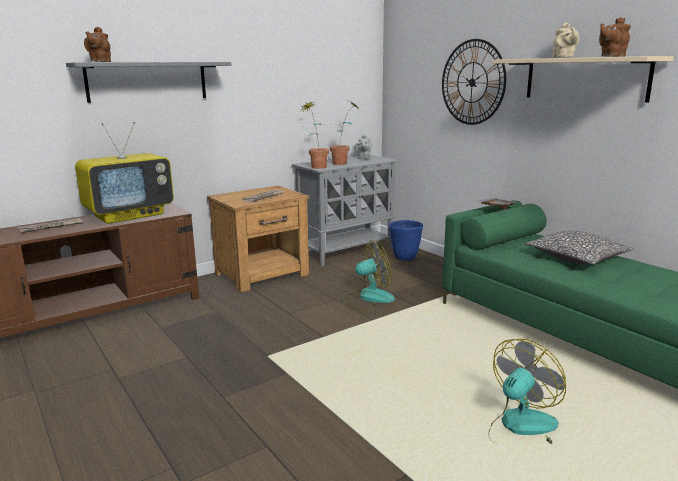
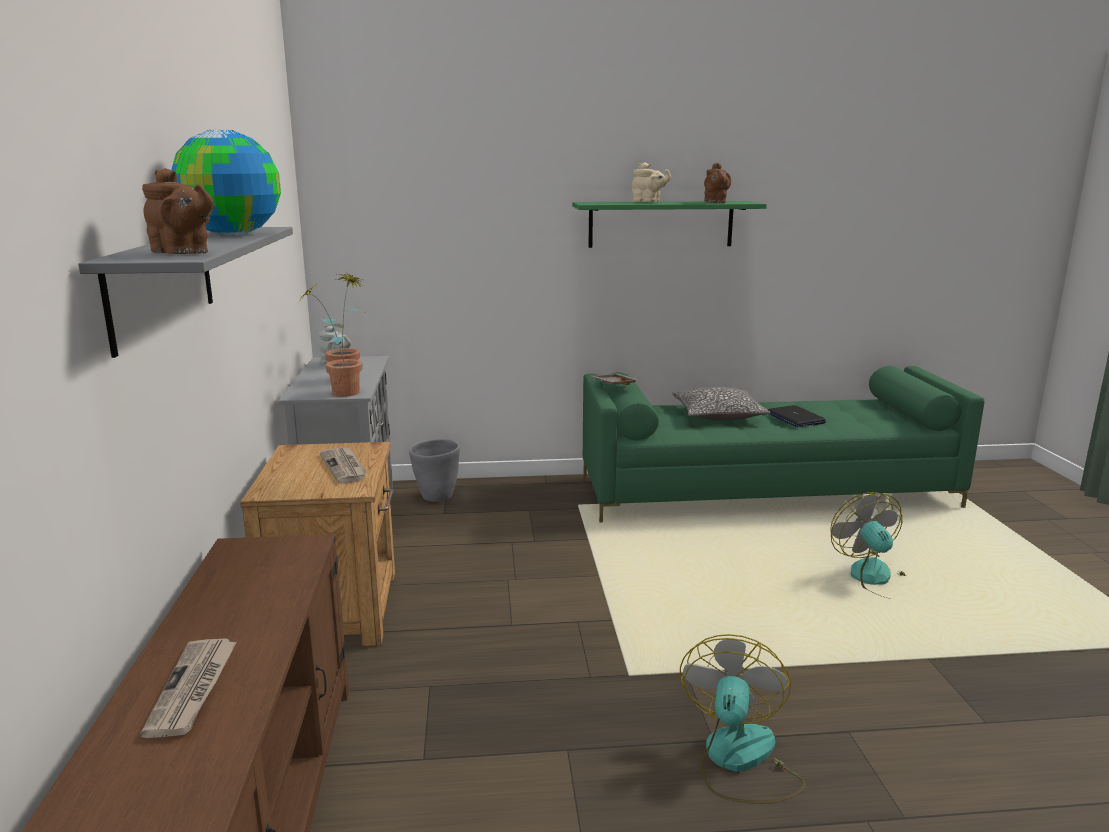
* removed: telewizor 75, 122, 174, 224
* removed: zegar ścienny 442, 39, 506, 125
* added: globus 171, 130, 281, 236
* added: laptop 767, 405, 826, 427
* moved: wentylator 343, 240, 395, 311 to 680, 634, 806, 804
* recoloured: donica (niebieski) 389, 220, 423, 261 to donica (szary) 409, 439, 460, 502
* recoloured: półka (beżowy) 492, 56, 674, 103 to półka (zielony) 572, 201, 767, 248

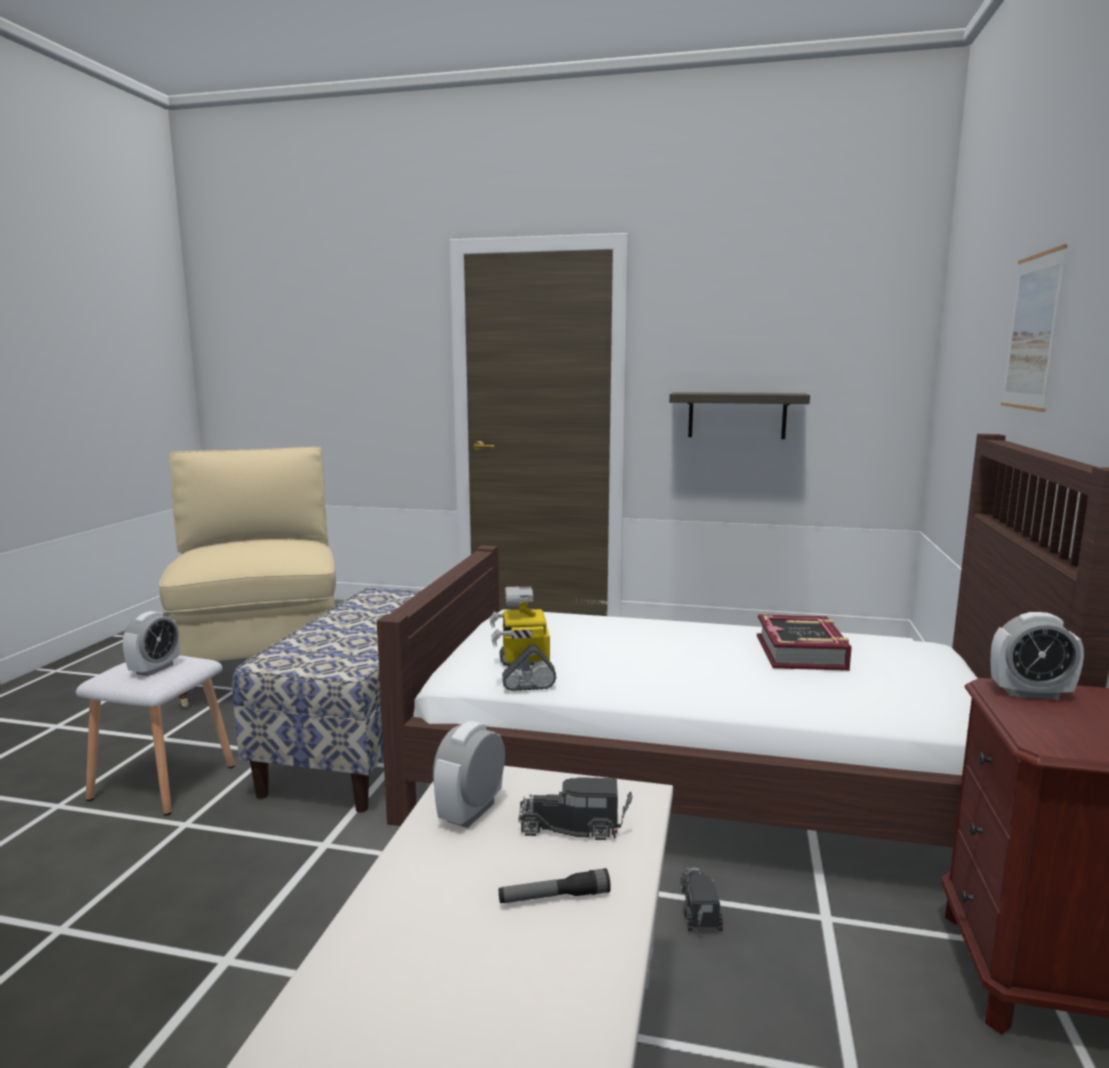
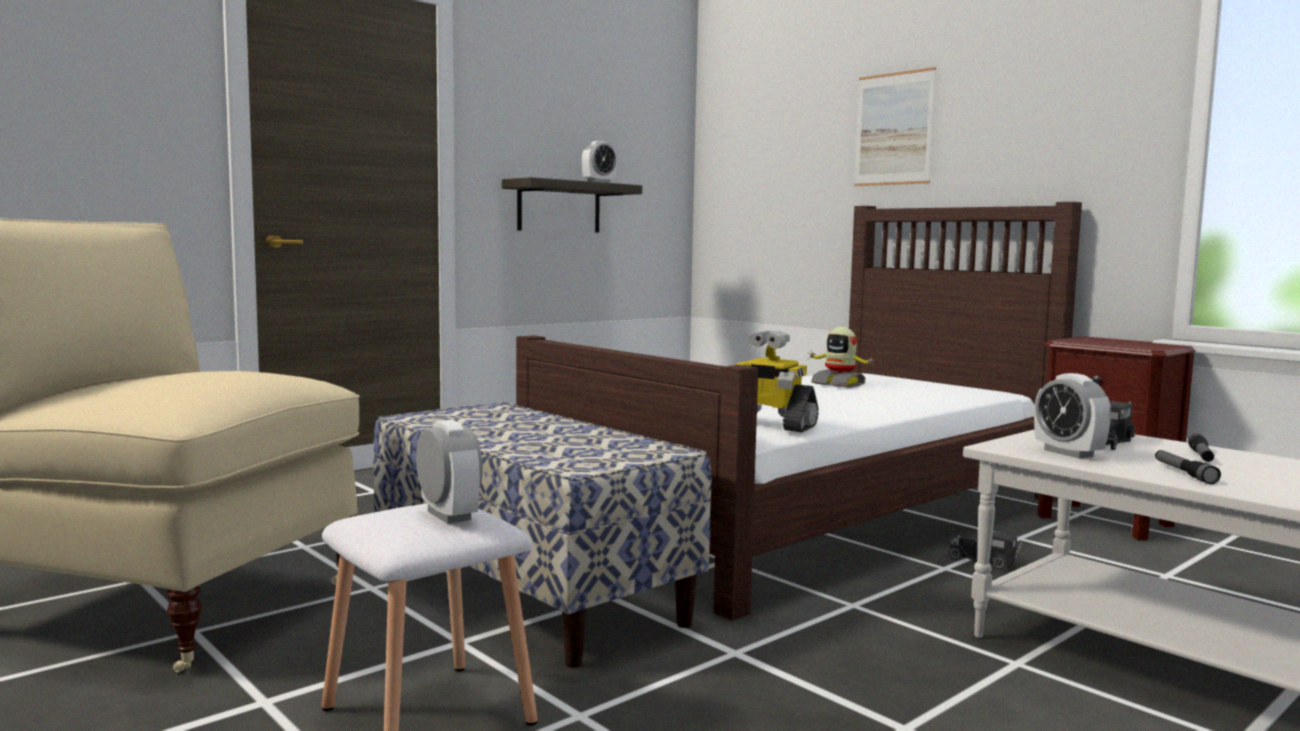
* added: latarka 1155, 450, 1221, 484
* moved: budzik 991, 612, 1084, 700 to 582, 141, 617, 183
* replaced: książka 757, 615, 852, 671 to robot zabawkowy 808, 327, 877, 388

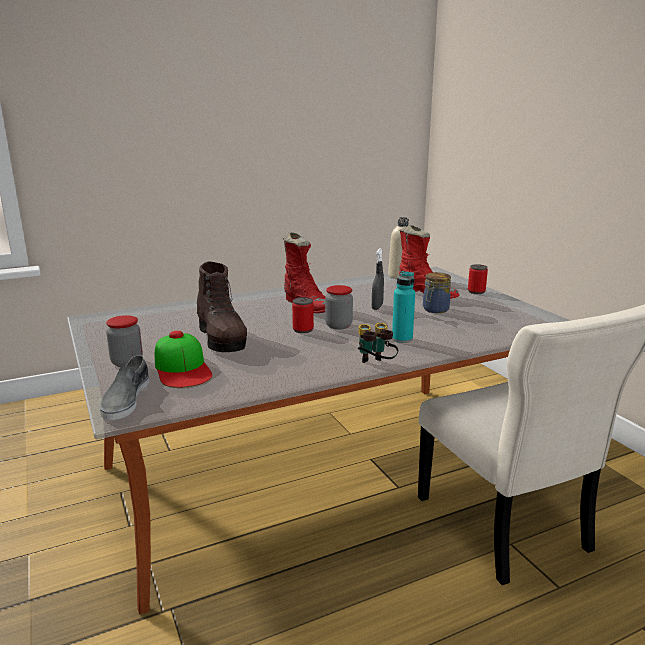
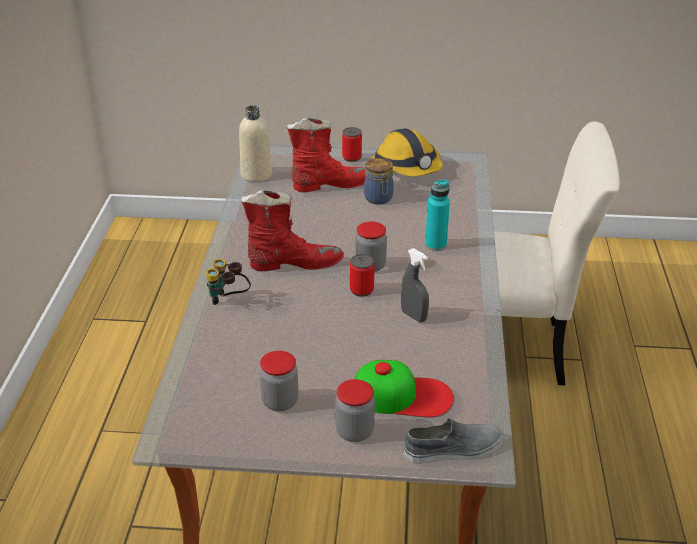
* removed: but z cholewką (brązowy) 197, 262, 247, 352
* added: słoik 259, 351, 298, 411
* added: kask 371, 128, 443, 177
* moved: lornetka 358, 323, 398, 363 to 206, 259, 251, 305
* moved: spryskiwacz (szary) 372, 248, 384, 310 to 401, 248, 429, 322
* turned: but (szary) 100, 355, 149, 420 = 404, 418, 504, 463 45 degrees counterclockwise

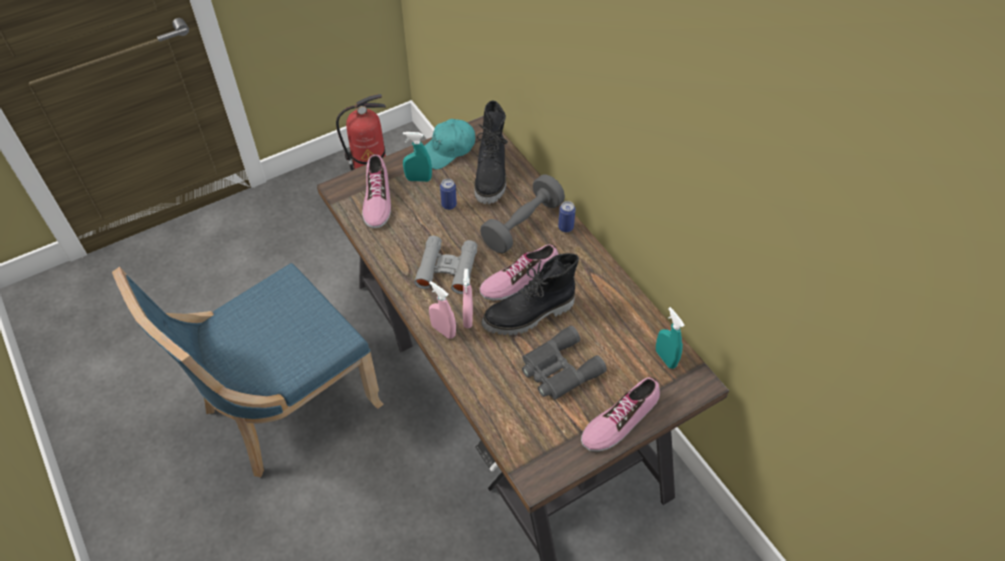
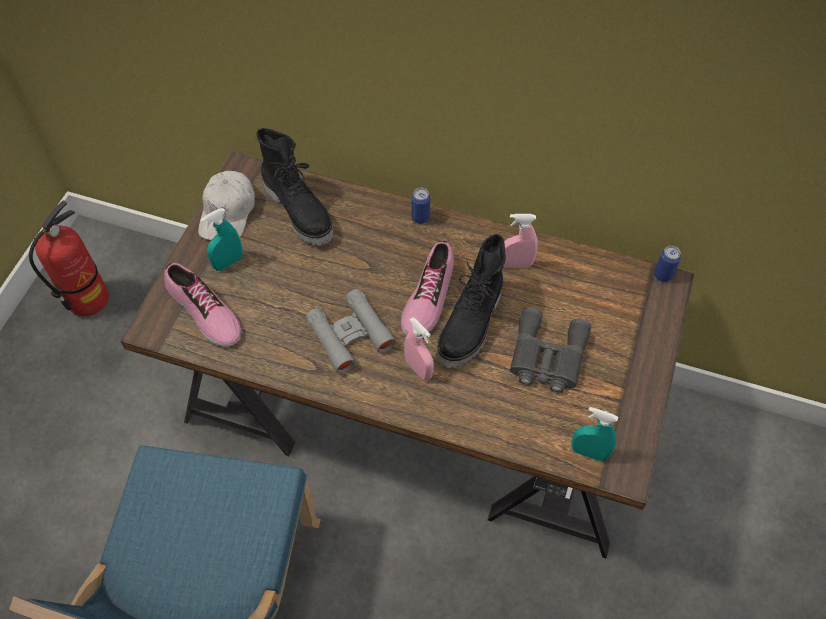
* removed: hantel (szary) 480, 175, 565, 254
* removed: but 581, 377, 660, 452
* moved: spryskiwacz (różowy) 429, 281, 456, 339 to 503, 214, 538, 268
* moved: puszka 440, 179, 457, 210 to 654, 246, 681, 282
* moved: spryskiwacz (turkusowy) 656, 307, 685, 369 to 571, 407, 618, 461
* recoloured: czapka z daszkiem (turkusowy) 424, 119, 475, 169 to czapka z daszkiem (biały) 198, 171, 255, 240

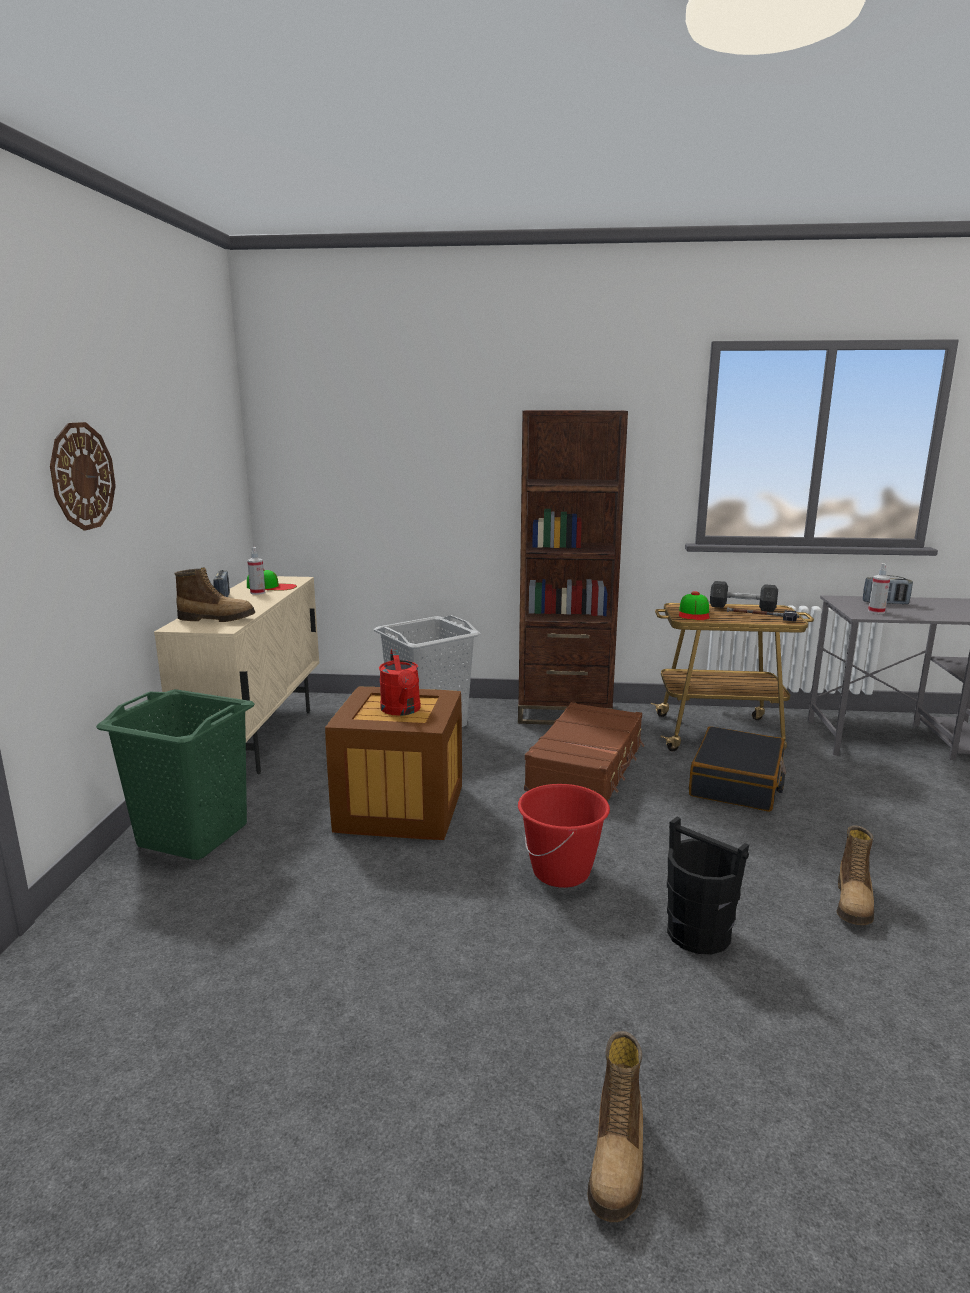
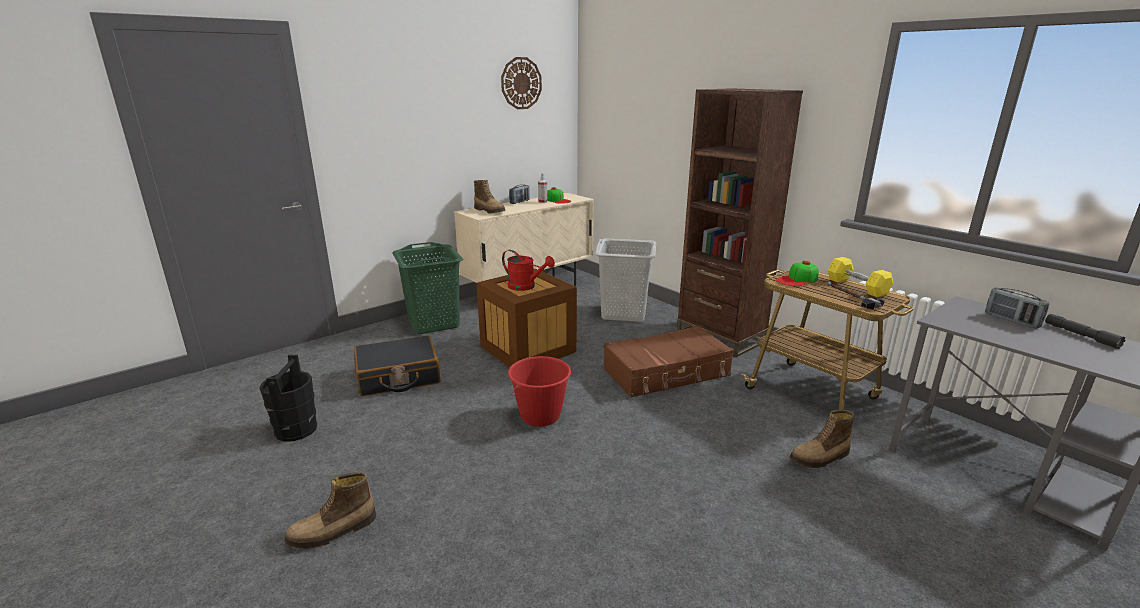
* removed: spryskiwacz 868, 563, 890, 614
* added: latarka (szary) 1045, 314, 1125, 349
* moved: zegar ścienny 50, 422, 116, 531 to 501, 57, 542, 109
* moved: wiadro (czarny) 667, 817, 749, 955 to 260, 355, 317, 441
* moved: walizka (czarny) 689, 726, 786, 812 to 354, 335, 441, 396
* moved: but z cholewką 837, 826, 874, 925 to 790, 410, 855, 468
* recoloured: hantel (szary) 710, 581, 778, 612 to hantel (żółty) 828, 257, 893, 297
* turned: konewka (czerwony) 379, 649, 421, 716 = 502, 250, 555, 291 90 degrees counterclockwise

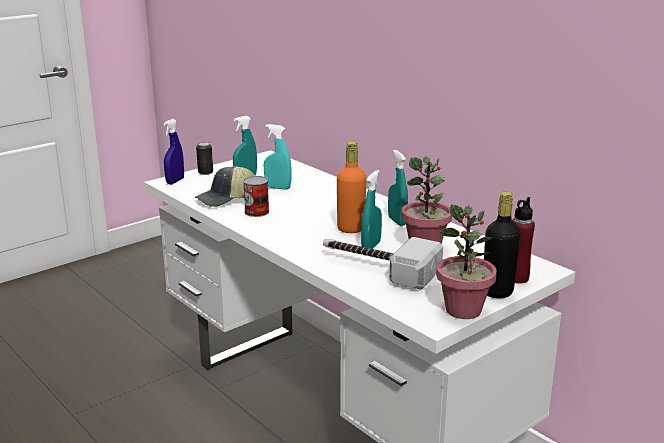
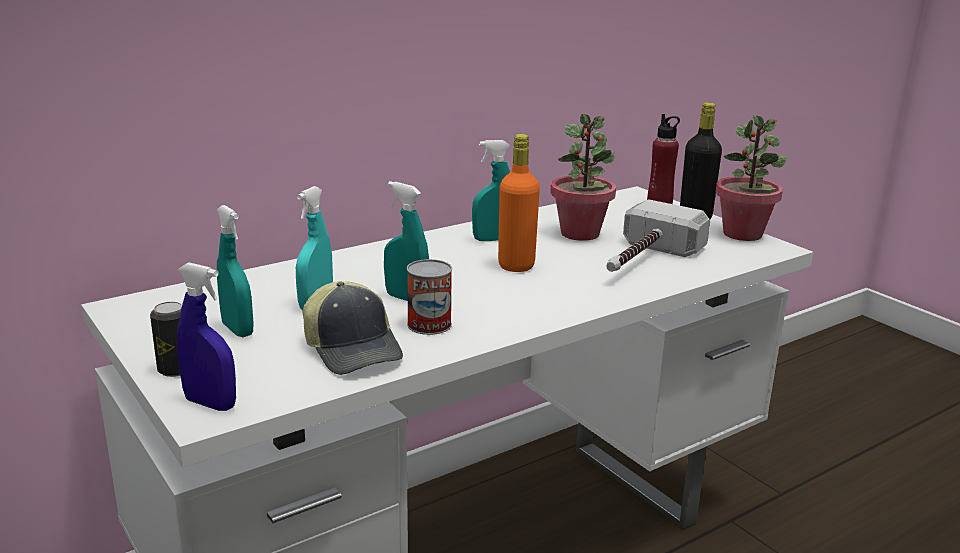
* moved: spryskiwacz (turkusowy) 361, 170, 382, 249 to 384, 181, 429, 301

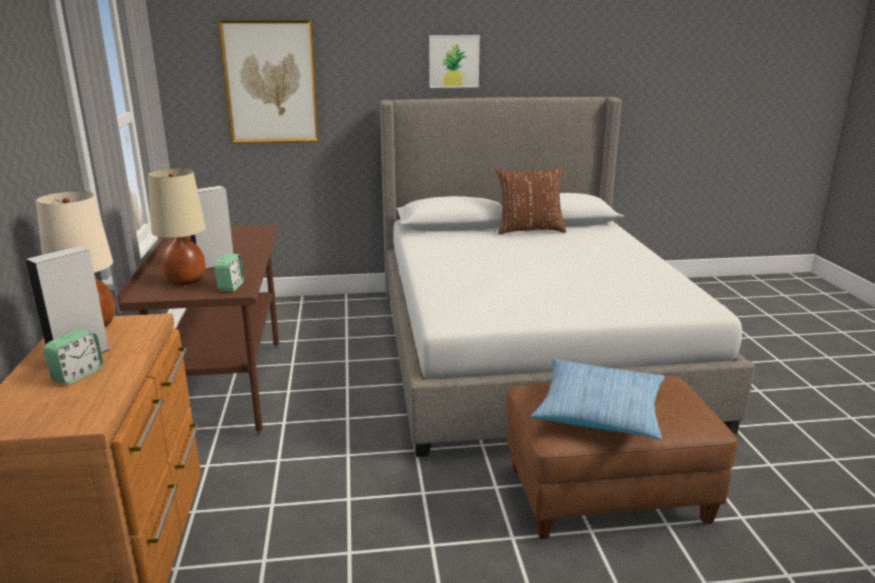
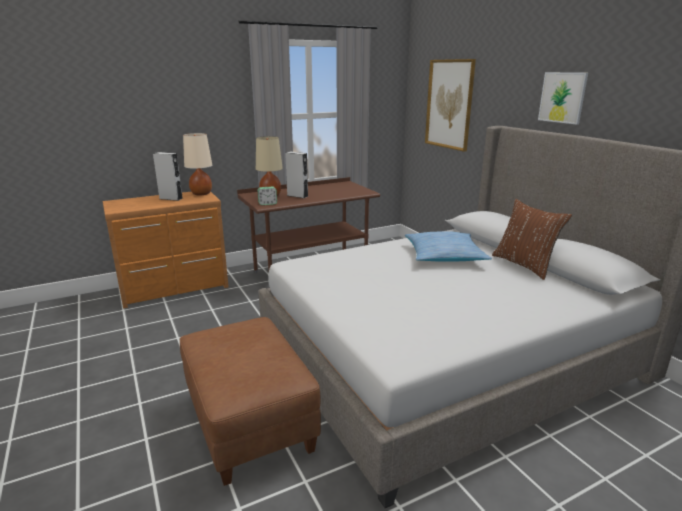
* removed: budzik 44, 330, 103, 384
* moved: poduszka 531, 359, 665, 440 to 405, 231, 492, 262

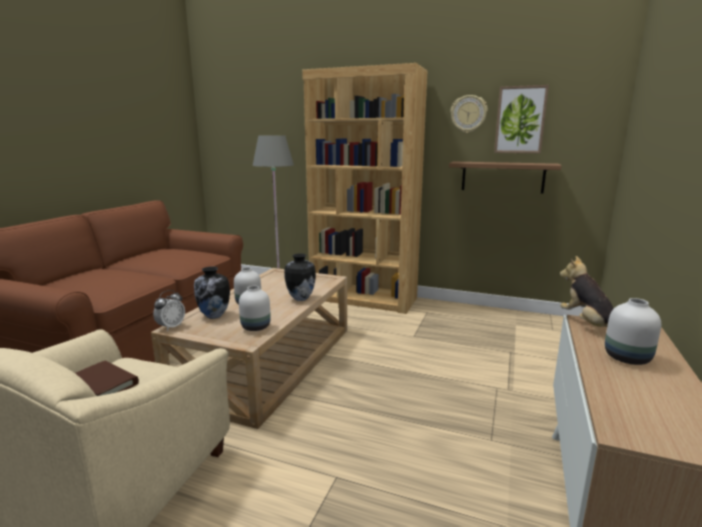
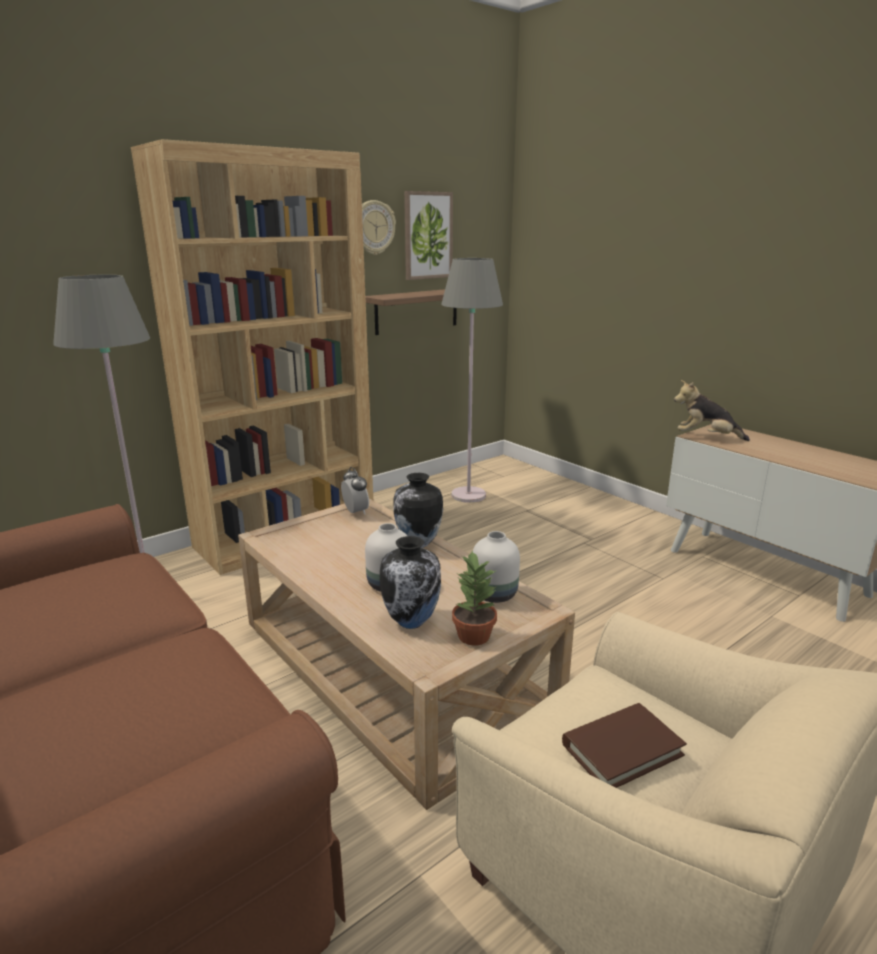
* removed: wazon (biały) 605, 298, 661, 365
* added: lampa stojąca (szary) 441, 258, 503, 503
* added: roślina doniczkowa 452, 551, 497, 646
* moved: budzik 153, 290, 185, 331 to 341, 467, 369, 515

